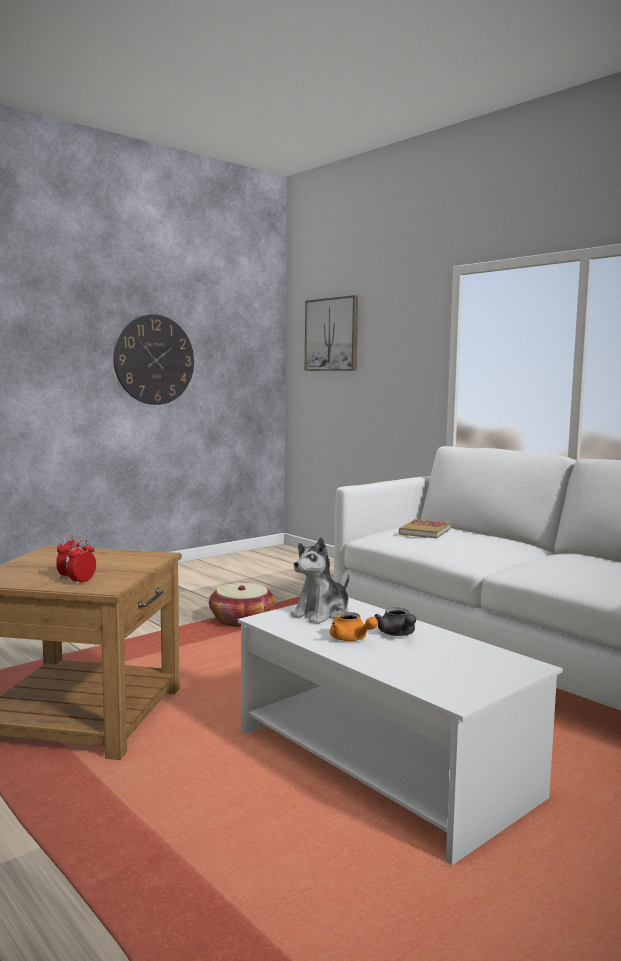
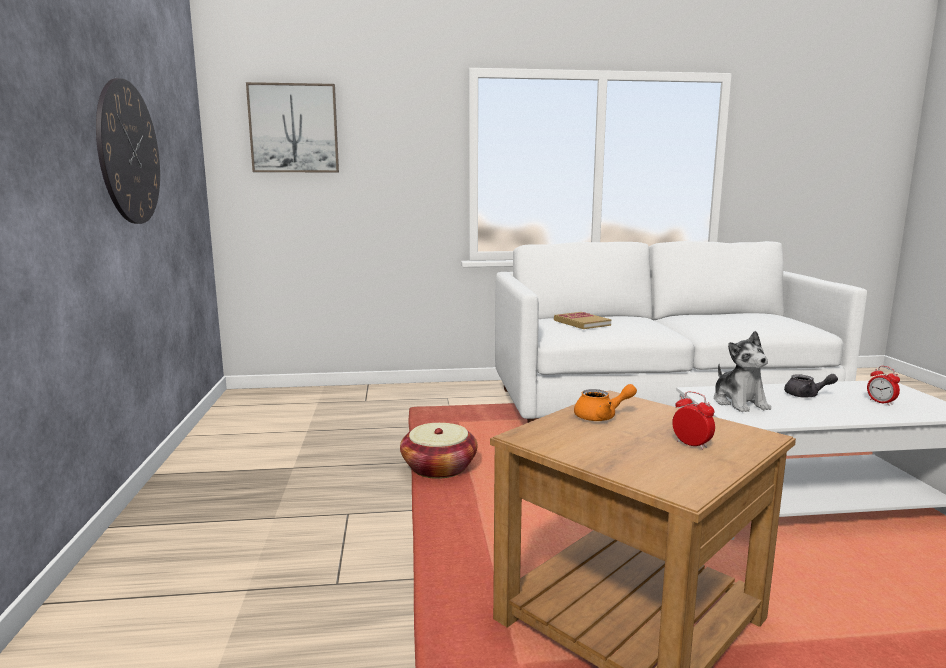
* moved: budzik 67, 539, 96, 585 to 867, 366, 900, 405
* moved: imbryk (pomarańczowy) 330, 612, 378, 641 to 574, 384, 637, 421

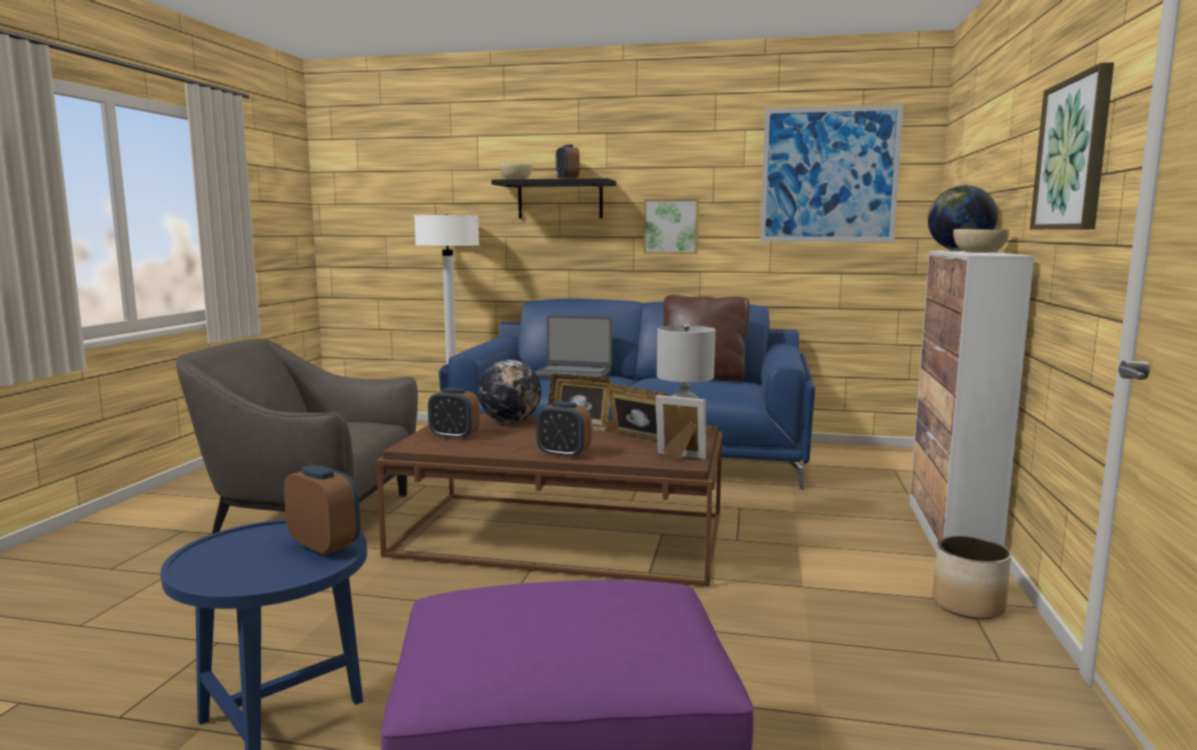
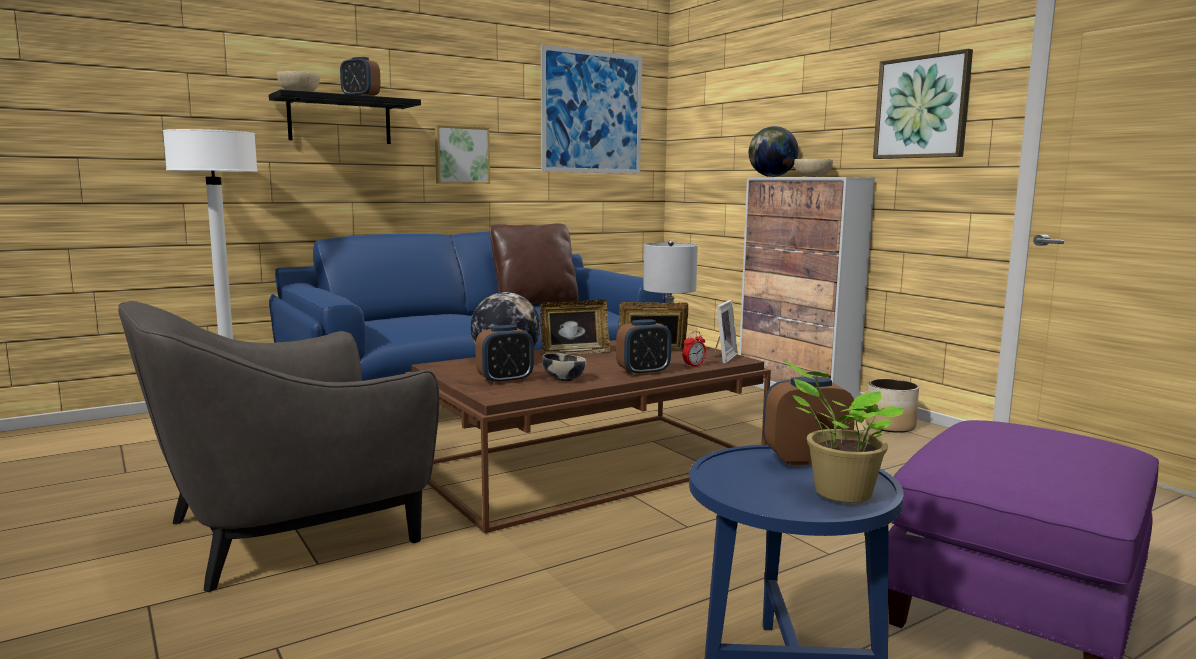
* removed: laptop 535, 315, 612, 378
* added: miska 542, 353, 587, 381
* added: budzik 683, 331, 706, 368
* added: roślina doniczkowa 783, 361, 904, 503
* turned: ramka na zdjęcie 656, 395, 706, 461 = 713, 300, 738, 363 135 degrees clockwise

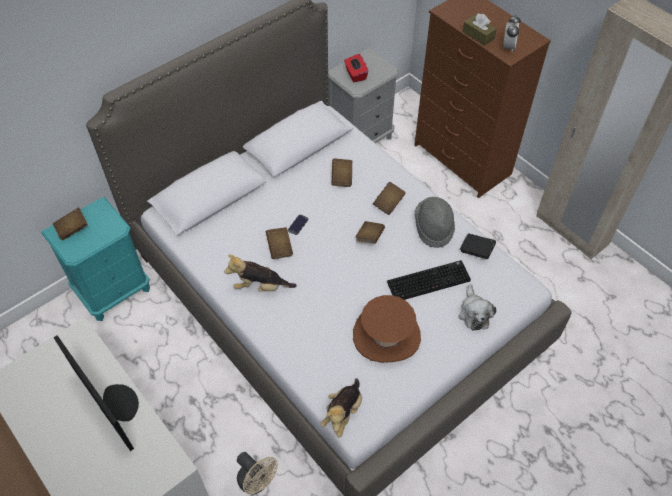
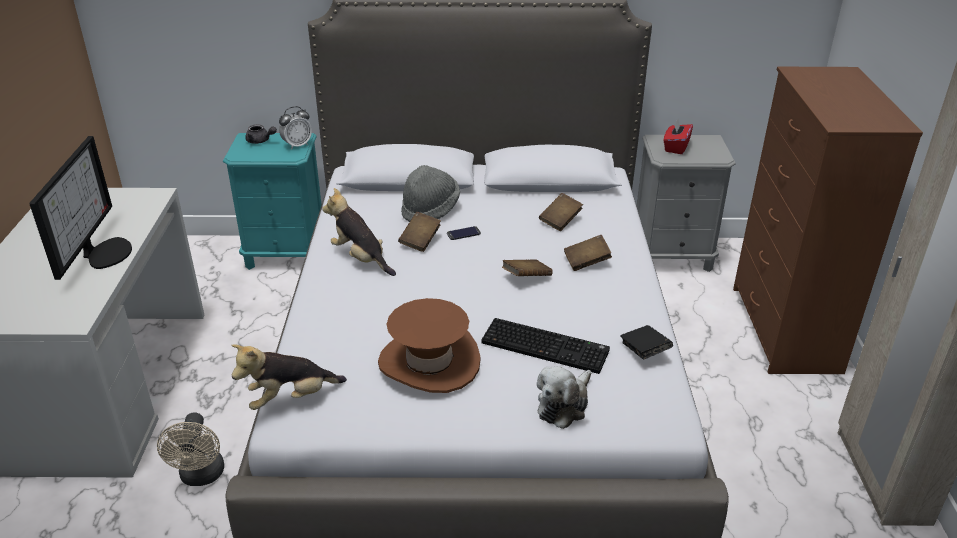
* removed: pudełko chusteczek (brązowy) 463, 14, 497, 46
* moved: kapelusz (szary) 414, 197, 455, 248 to 401, 165, 460, 222
* moved: budzik 503, 15, 521, 52 to 279, 106, 312, 150
* replaced: książka (brązowy) 53, 208, 88, 240 to imbryk (szary) 245, 124, 277, 144

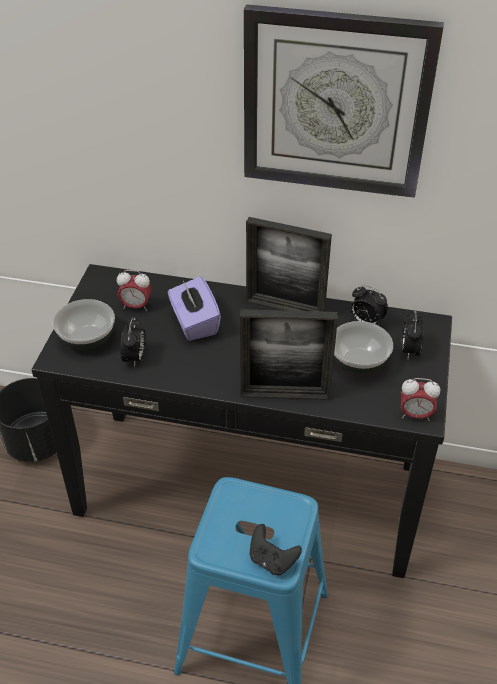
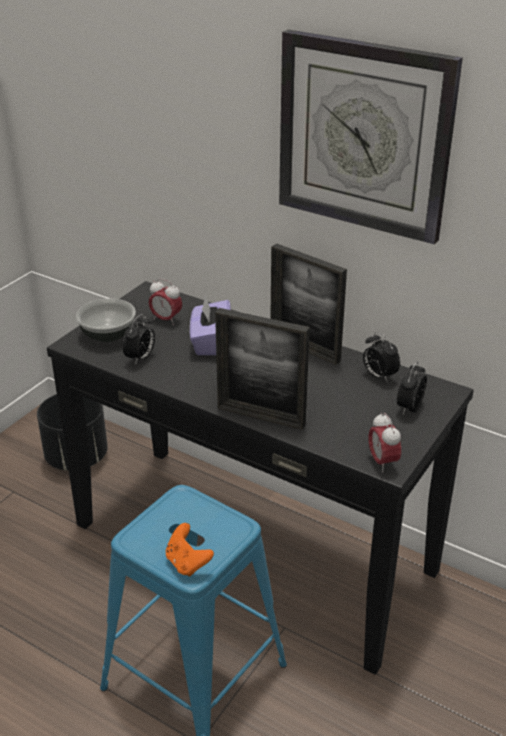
* removed: miska 334, 321, 393, 374
* recoloured: pad do gier (czarny) 250, 524, 302, 575 to pad do gier (pomarańczowy) 166, 523, 214, 577
* turned: budzik 401, 378, 440, 421 = 368, 412, 401, 473 45 degrees clockwise

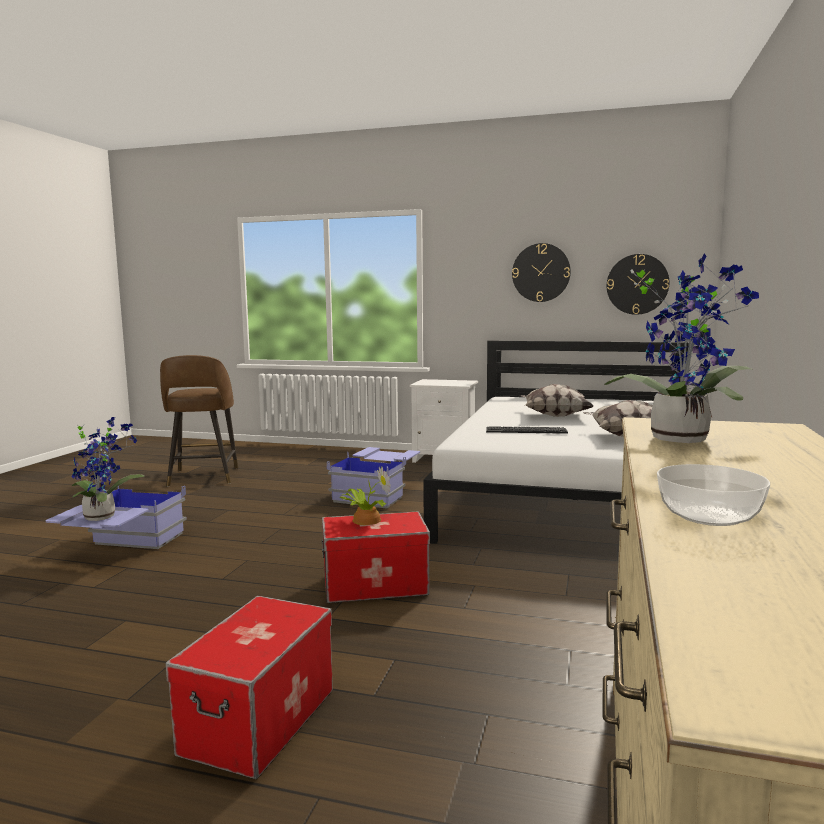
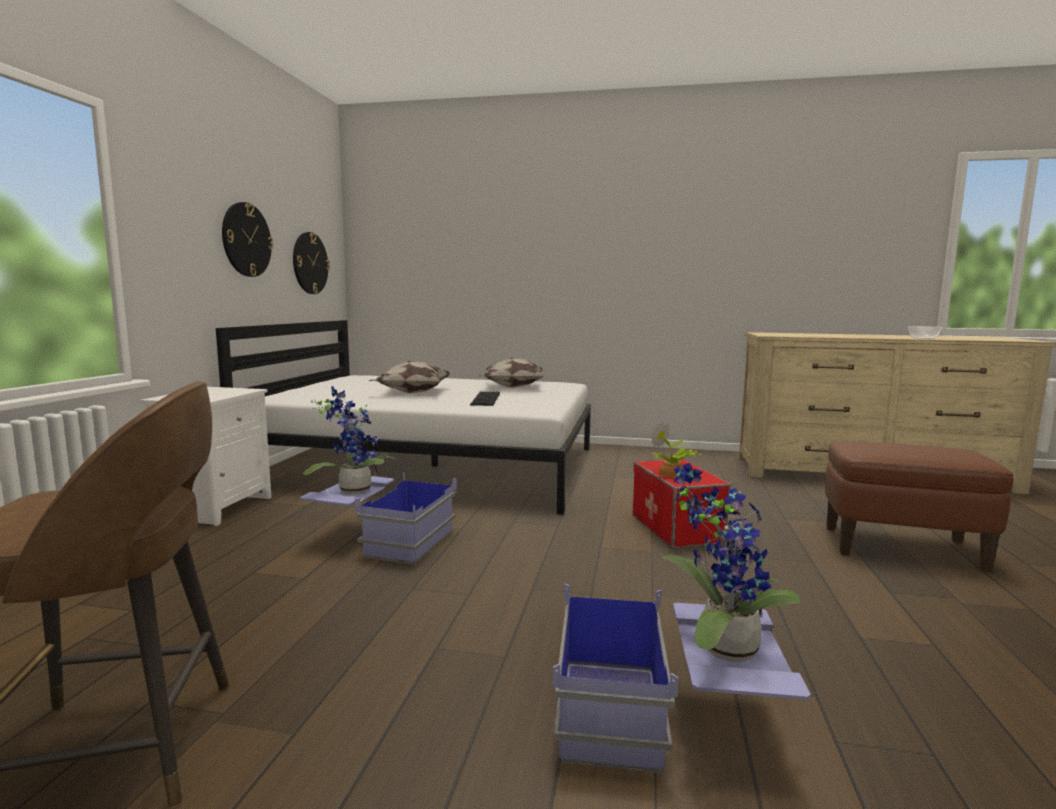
* moved: roślina doniczkowa 604, 254, 759, 443 to 303, 386, 398, 494
* replaced: pojemnik do przechowywania 166, 596, 333, 779 to pufa (brązowy) 825, 441, 1014, 572

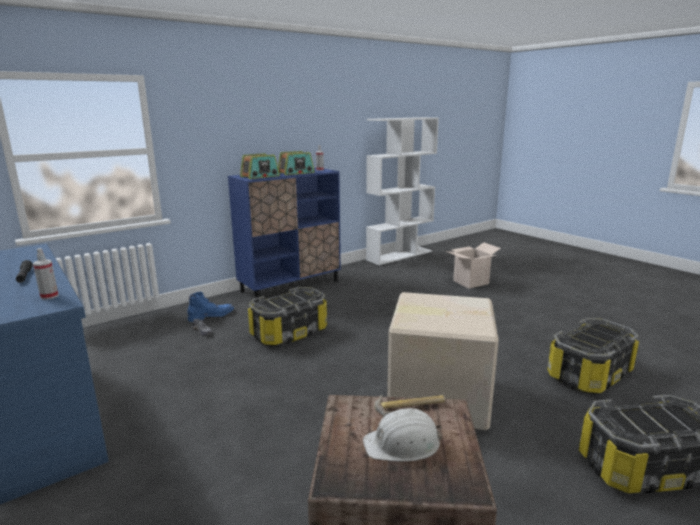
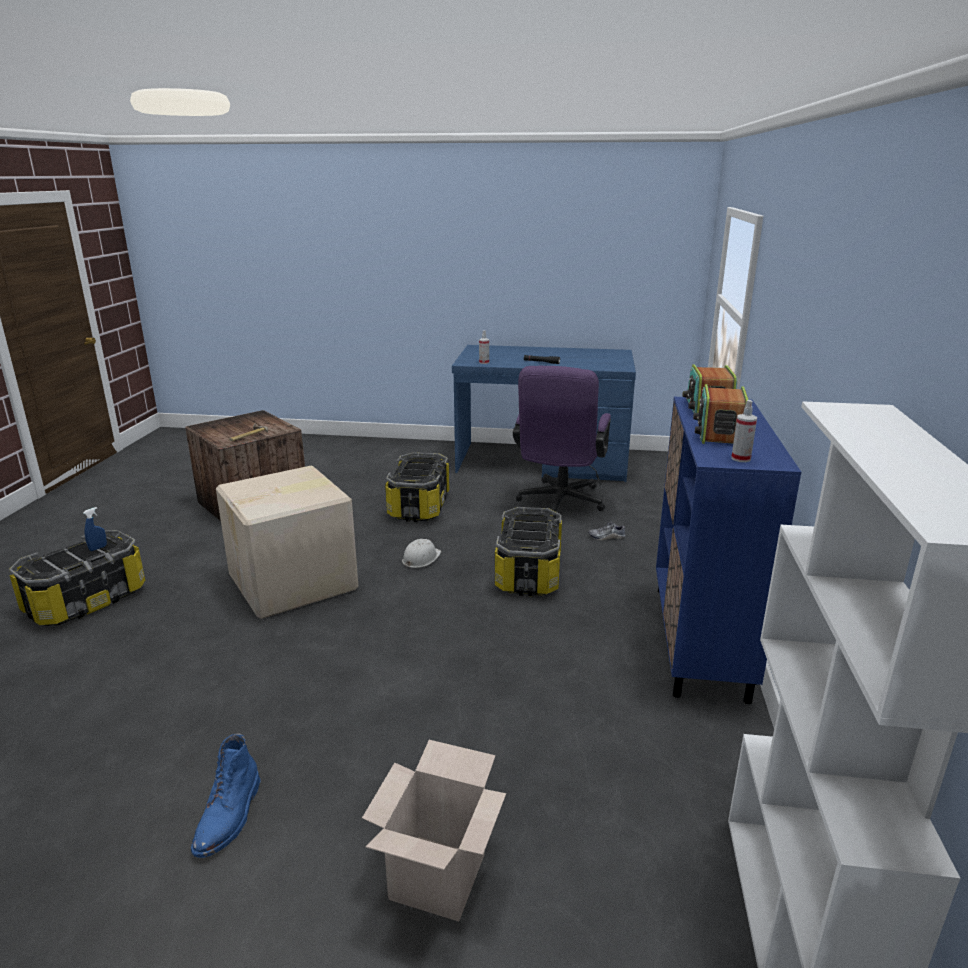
* added: spryskiwacz (niebieski) 83, 507, 107, 551
* added: krzesło biurowe (fioletowy) 513, 366, 611, 518
* moved: but z cholewką (niebieski) 187, 292, 234, 322 to 191, 733, 261, 858
* moved: kask (biały) 363, 408, 442, 462 to 402, 539, 441, 568
* moved: pojemnik do przechowywania 547, 318, 639, 394 to 385, 452, 449, 522

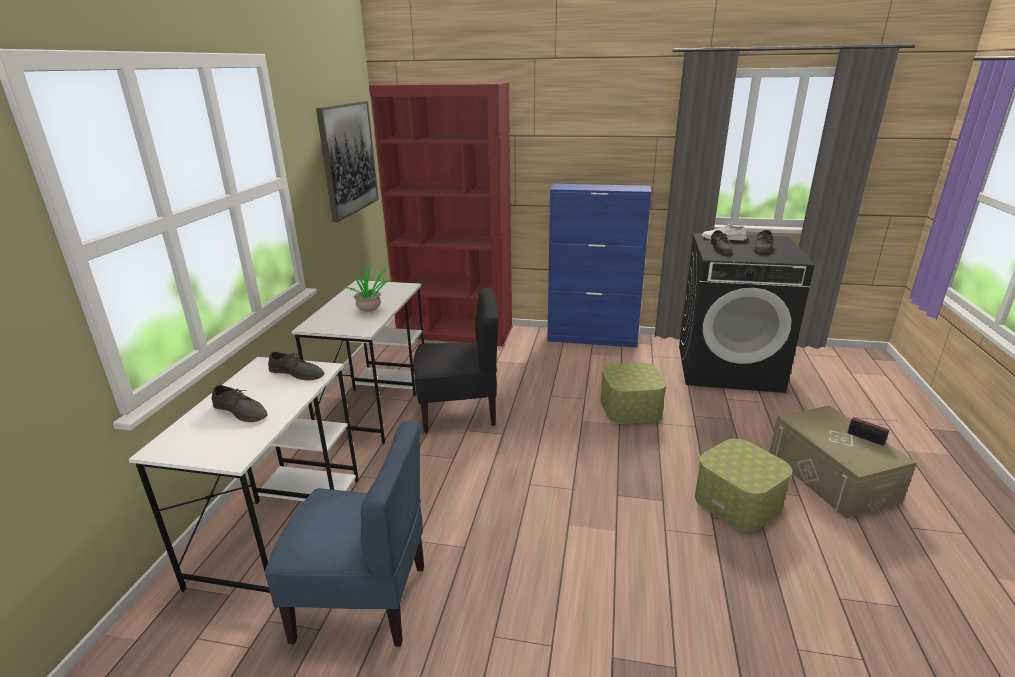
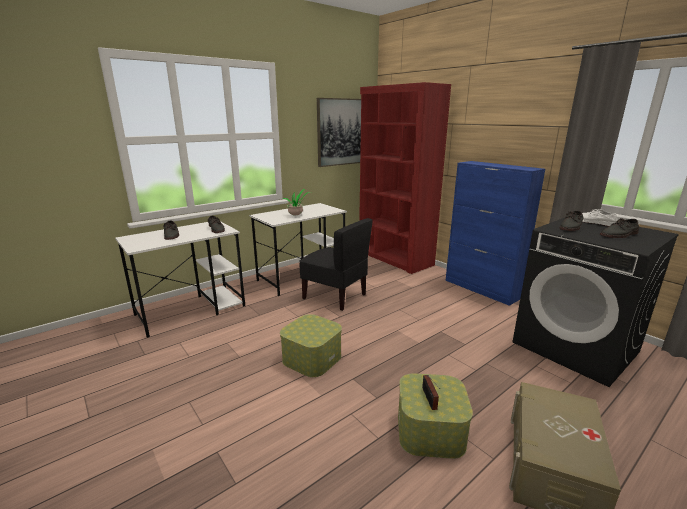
* removed: krzesło (niebieski) 265, 420, 424, 647
* moved: pojemnik do przechowywania 600, 362, 667, 424 to 280, 314, 342, 377
* moved: radio 847, 417, 893, 446 to 422, 375, 440, 410

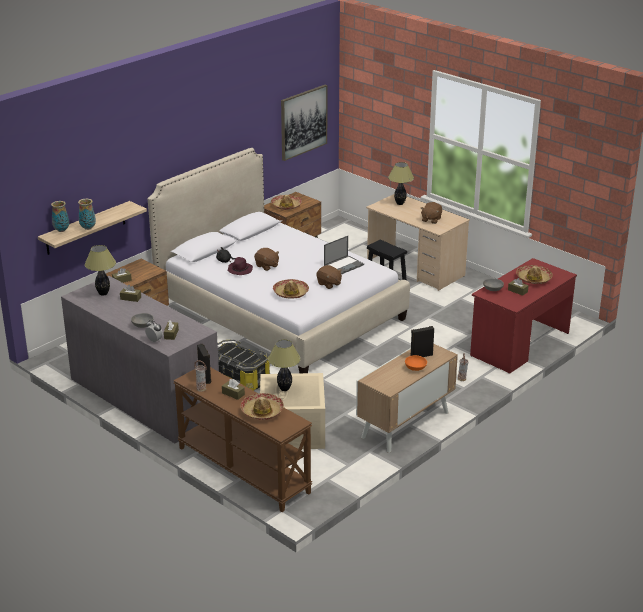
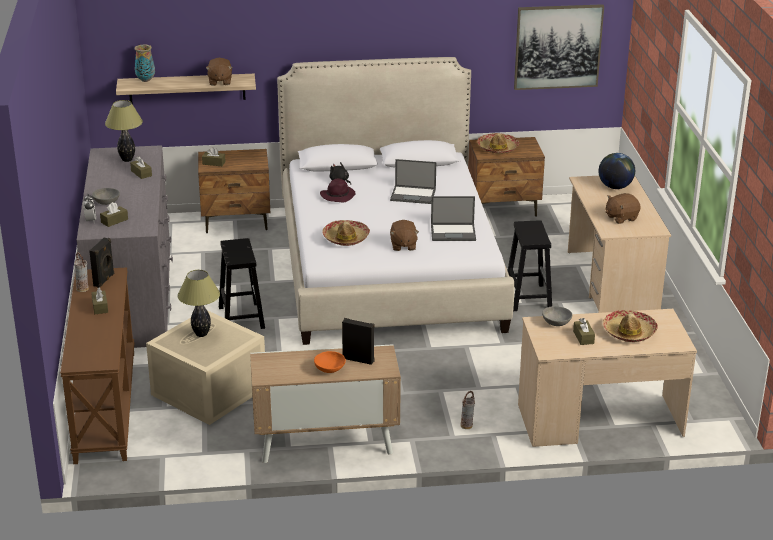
* removed: wazon 78, 199, 96, 230
* removed: kapelusz 240, 393, 284, 420
* added: laptop 390, 159, 436, 204
* moved: pluszak (brązowy) 254, 248, 279, 271 to 206, 58, 232, 86
* replaced: pojemnik do przechowywania 217, 339, 270, 391 to stołek (czarny) 219, 238, 265, 329
* replaced: lampa stołowa 388, 162, 414, 205 to globus 599, 153, 635, 189
* recoloured: biurko (czerwony) 470, 258, 577, 373 to biurko (beżowy) 518, 309, 697, 447

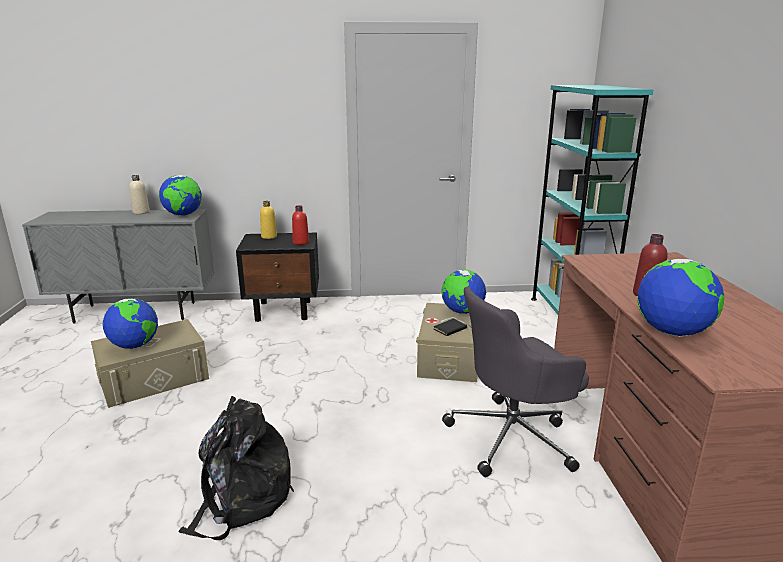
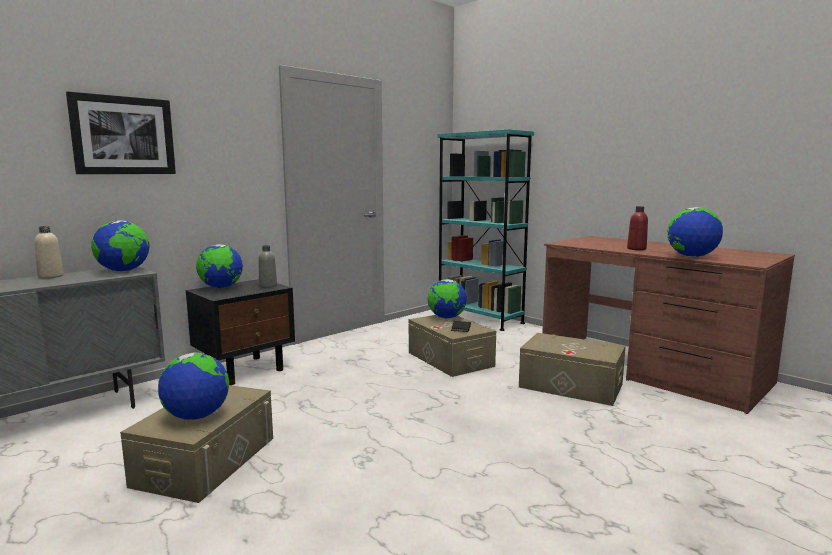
* removed: plecak (czarny) 178, 396, 294, 540
* added: obraz 66, 91, 176, 174
* replaced: butelka (żółty) 260, 201, 277, 239 to globus 196, 244, 243, 288
* replaced: krzesło biurowe (szary) 442, 286, 589, 477 to pojemnik do przechowywania (beżowy) 519, 333, 626, 406
* recoloured: butelka (czerwony) 292, 205, 309, 245 to butelka (szary) 258, 245, 277, 288

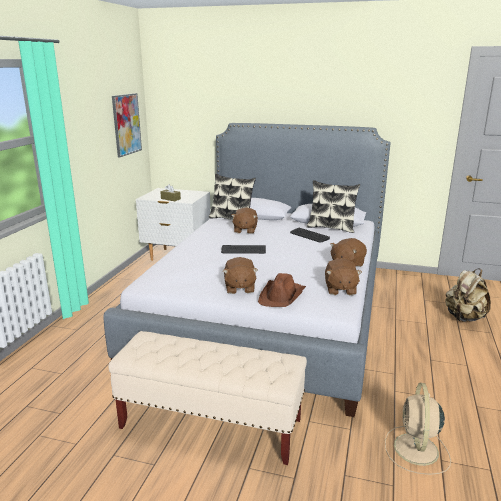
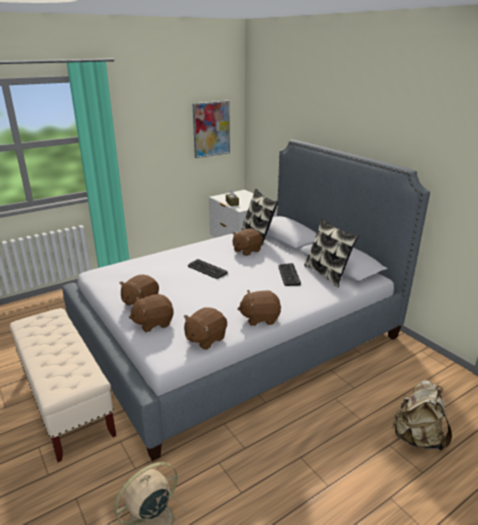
* replaced: kapelusz (brązowy) 258, 273, 306, 307 to pluszak (brązowy) 129, 294, 174, 332

